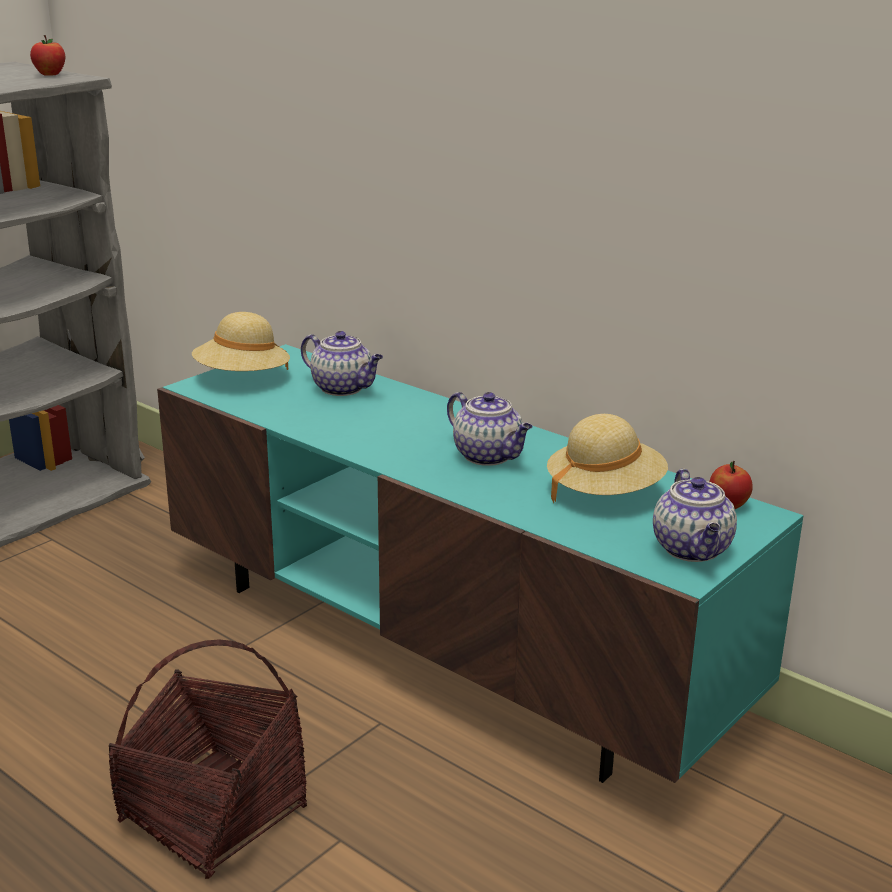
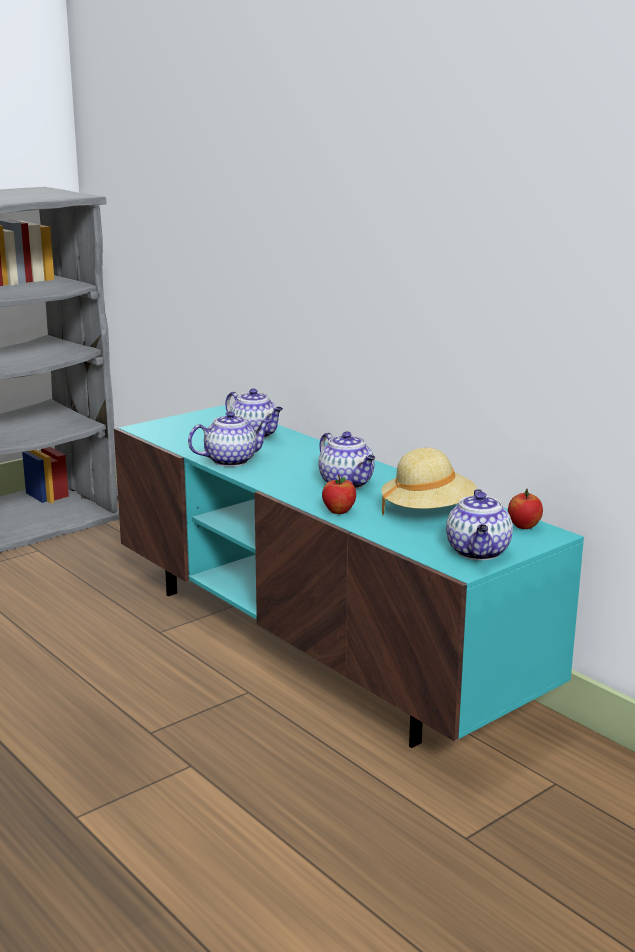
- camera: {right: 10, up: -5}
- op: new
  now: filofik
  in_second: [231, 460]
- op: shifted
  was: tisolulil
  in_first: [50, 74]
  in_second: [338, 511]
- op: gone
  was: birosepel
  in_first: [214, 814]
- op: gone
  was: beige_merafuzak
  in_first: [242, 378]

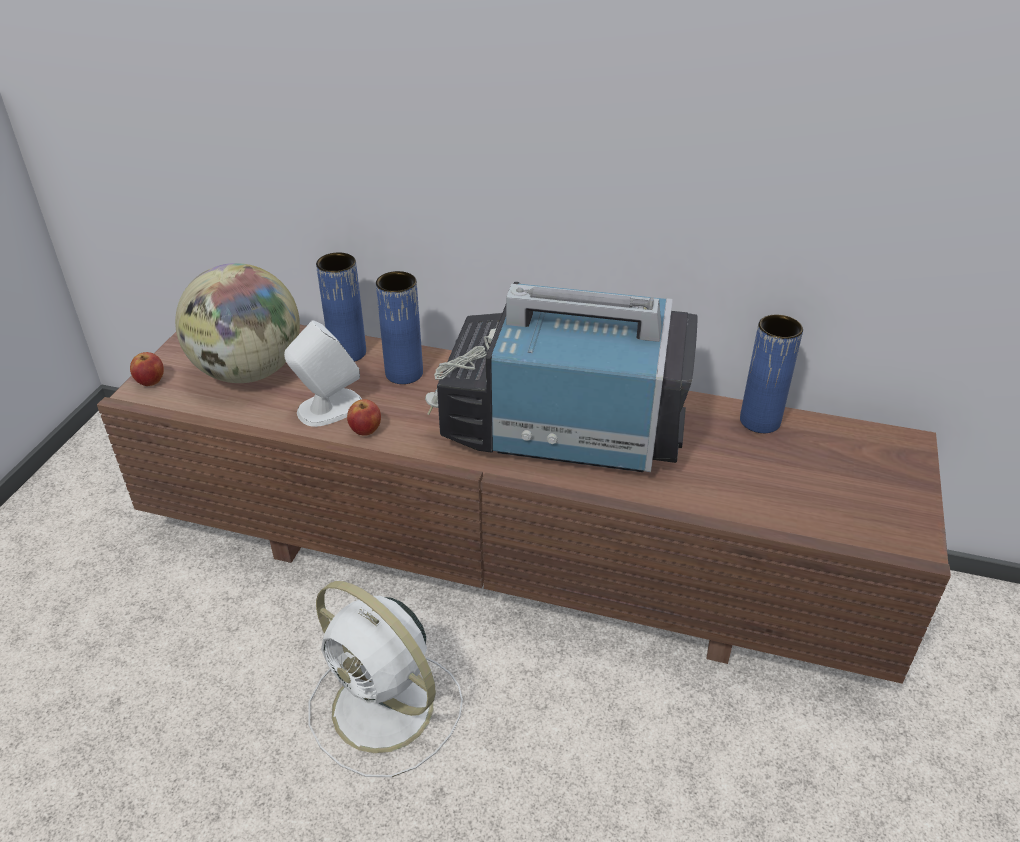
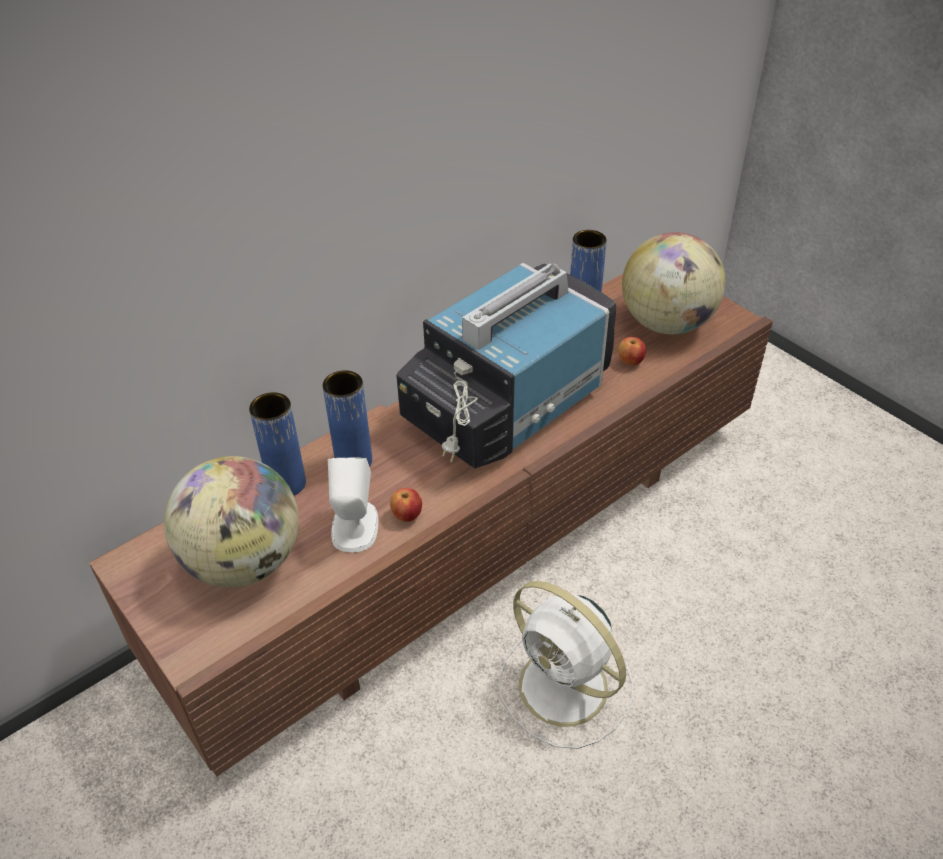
- camera: {right: -55, up: 5}
- op: rotated
  was: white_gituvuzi
  in_first: [386, 710]
  in_second: [566, 689]
  clockwise: 60
- op: shifted
  was: tisolulil
  in_first: [151, 381]
  in_second: [630, 361]
- op: new
  now: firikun
  in_second: [667, 323]

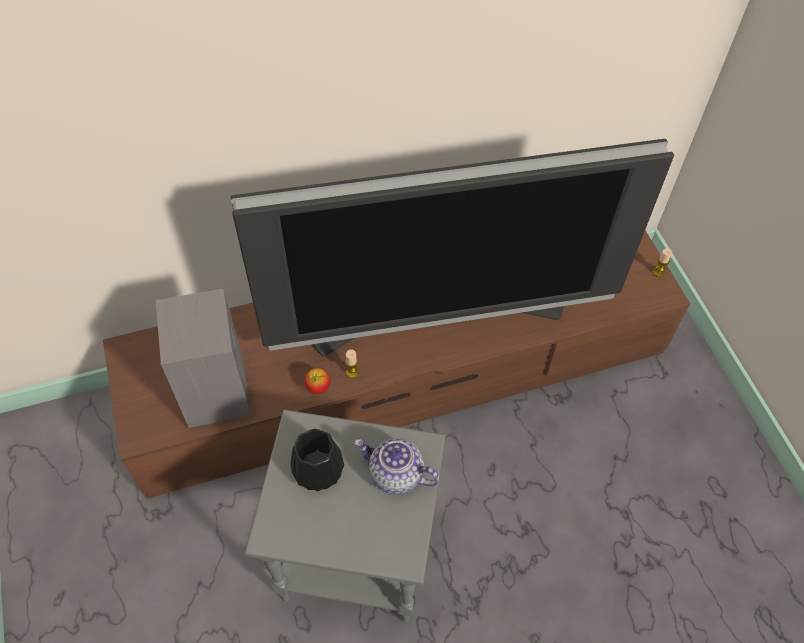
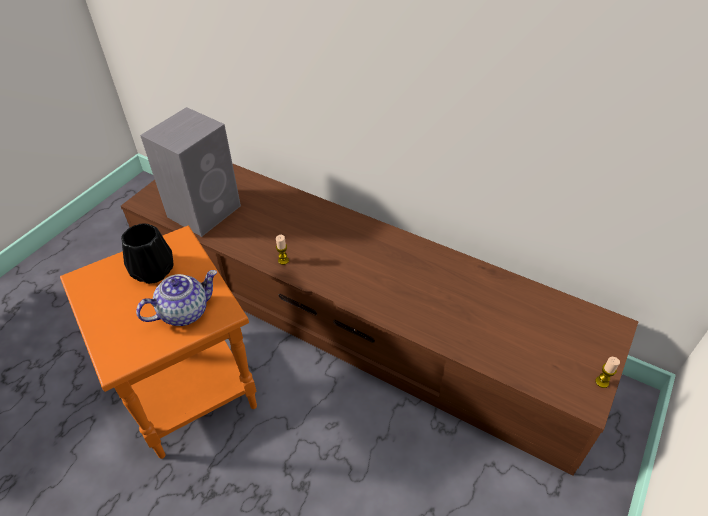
- camera: {right: 50, up: -10}
- op: repainted
  was: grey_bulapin
  now: orange_bulapin
  in_first: [353, 557]
  in_second: [186, 390]
- op: rotated
  was: filofik
  in_first: [395, 475]
  in_second: [184, 311]
  clockwise: 75
- op: gone
  was: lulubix
  in_first: [438, 317]
- op: gone
  was: tisolulil
  in_first: [318, 387]

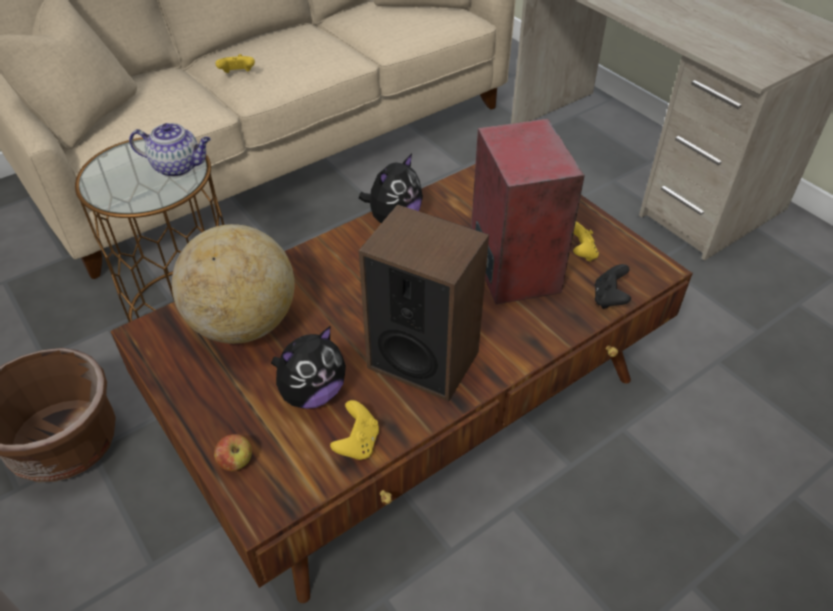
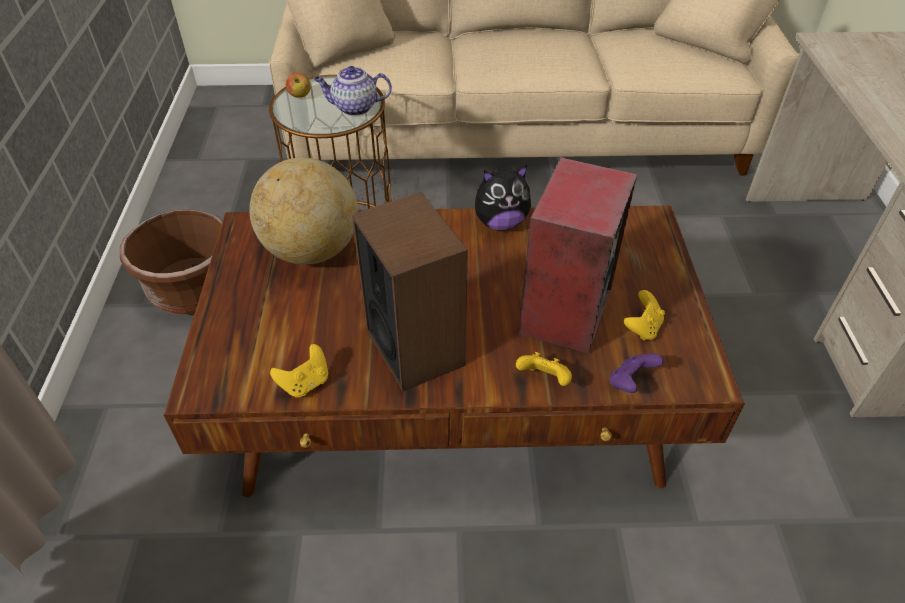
- camera: {right: 35, up: 0}
- op: shifted
  was: tisolulil
  in_first: [236, 462]
  in_second: [300, 95]
- op: rotated
  was: filofik
  in_first: [178, 166]
  in_second: [354, 108]
  clockwise: 135
- op: shifted
  was: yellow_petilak
  in_first: [238, 74]
  in_second: [544, 379]
- op: repainted
  was: black_petilak
  now: purple_petilak
  in_first: [609, 298]
  in_second: [630, 383]
- op: gone
  was: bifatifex
  in_first: [312, 393]

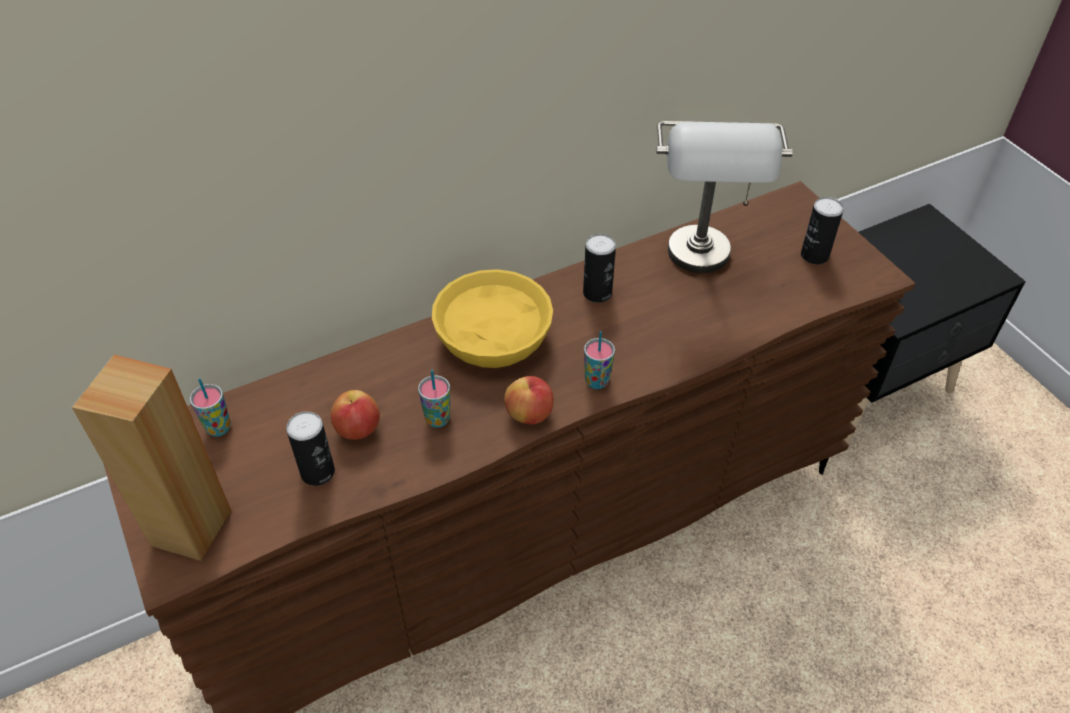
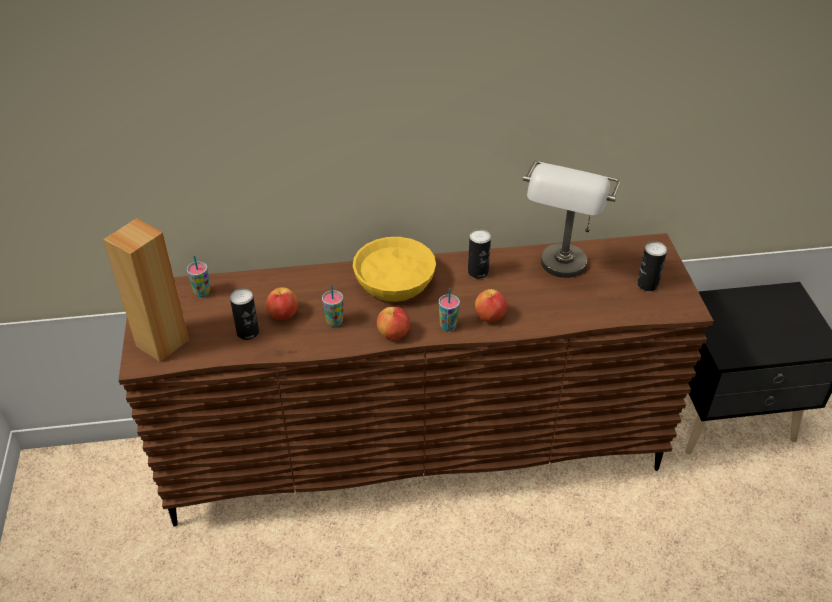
- camera: {right: 20, up: -5}
- op: new
  now: tisolulil
  in_second: [490, 317]

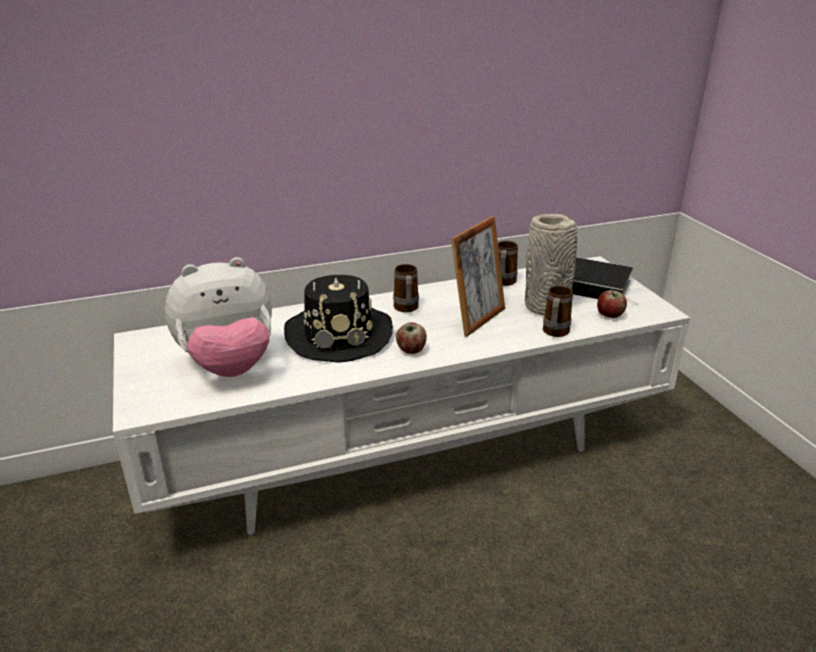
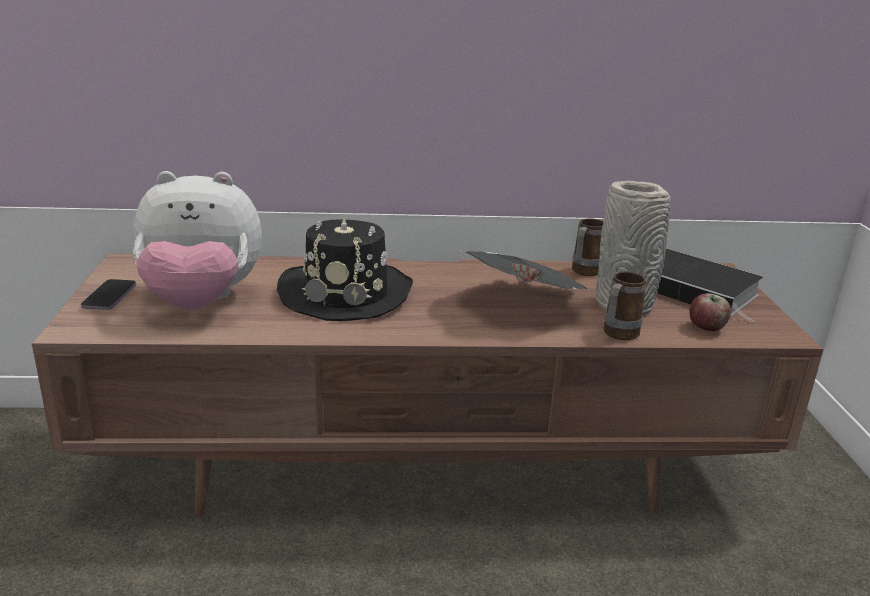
- camera: {right: 15, up: -5}
- op: repainted
  was: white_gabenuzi
  now: brown_gabenuzi
  in_first: [407, 451]
  in_second: [427, 464]
- op: new
  now: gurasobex
  in_second: [109, 297]
- op: swapped
  was: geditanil
  now: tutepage
  in_first: [477, 319]
  in_second: [525, 304]
- op: gone
  was: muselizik
  in_first: [406, 309]
- op: gone
  was: tisolulil
  in_first: [411, 350]

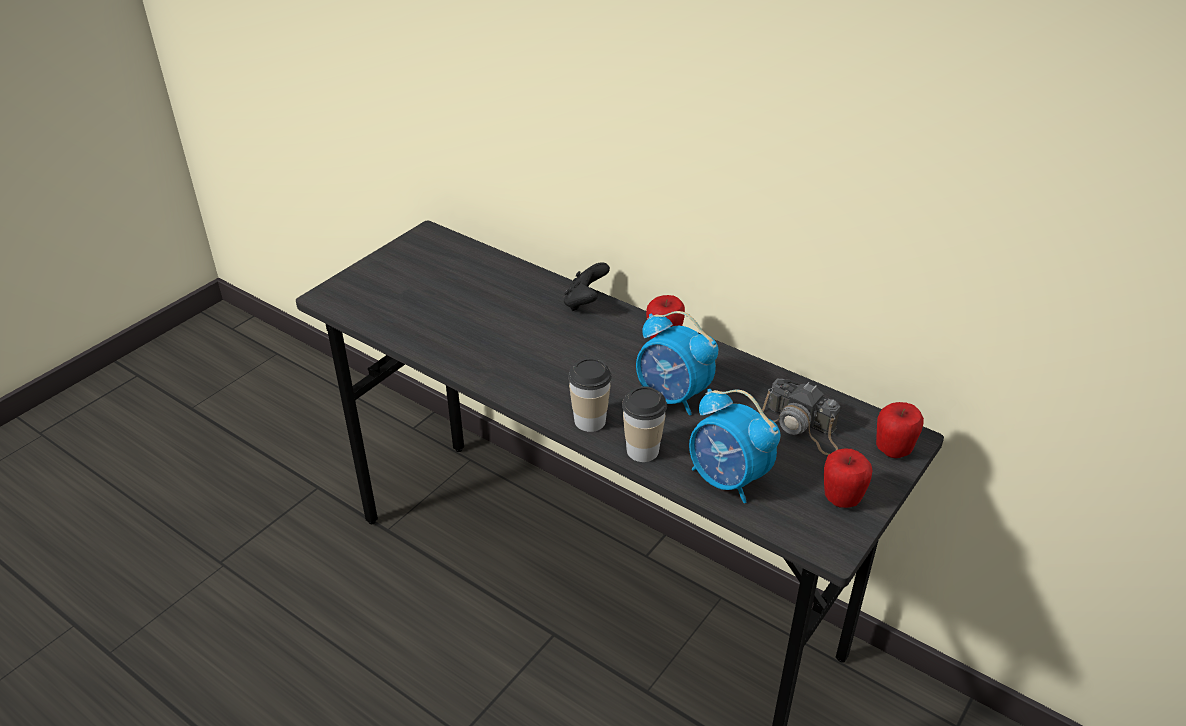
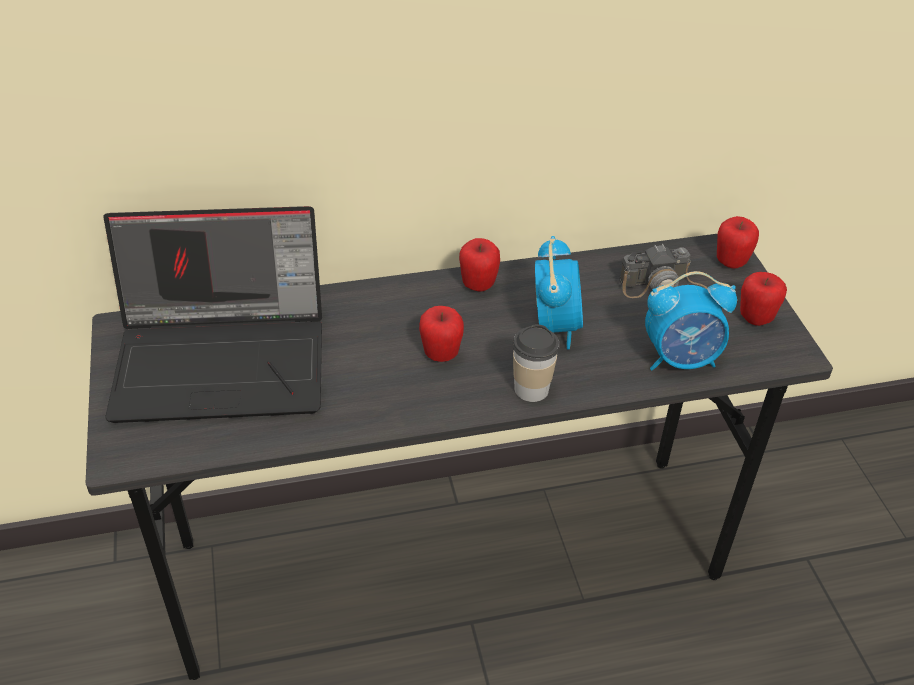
- camera: {right: -50, up: 5}
- op: new
  now: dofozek
  in_second: [225, 359]
- op: new
  now: tisolulil
  in_second: [441, 354]
- op: rotated
  was: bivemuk
  in_first: [672, 397]
  in_second: [555, 326]
  clockwise: -75
- op: gone
  was: black_petilak
  in_first: [585, 302]
- op: gone
  was: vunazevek
  in_first: [642, 450]

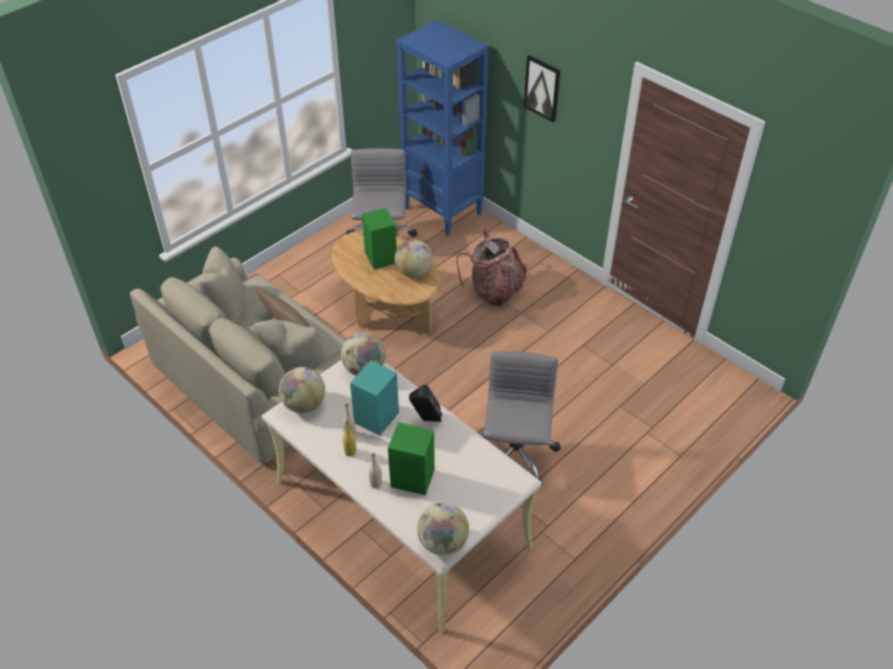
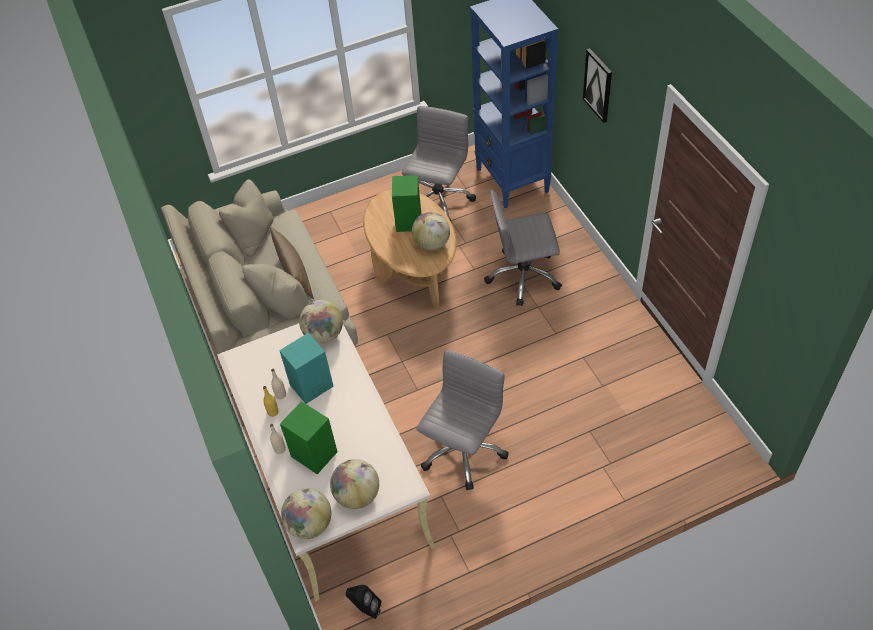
- camera: {right: 25, up: 5}
- op: shifted
  was: firikun
  in_first: [304, 404]
  in_second: [357, 495]
- op: shifted
  was: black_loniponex
  in_first: [426, 419]
  in_second: [365, 609]
- op: swapped
  was: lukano
  now: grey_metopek
  in_first: [494, 290]
  in_second: [523, 276]

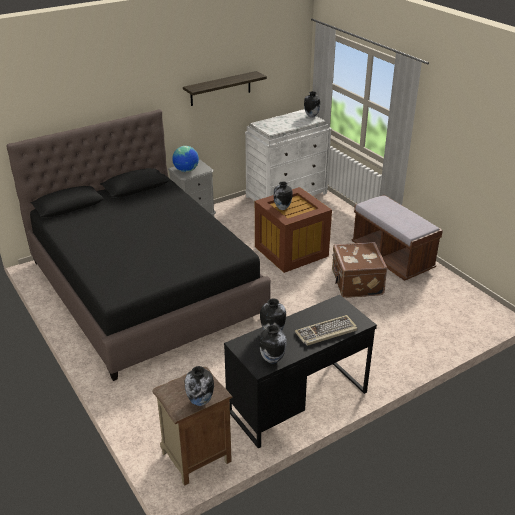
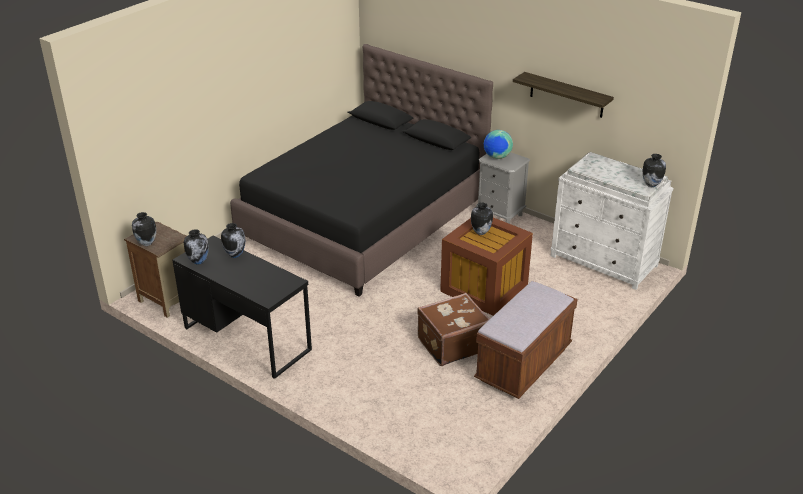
- camera: {right: 70, up: 0}
- op: gone
  was: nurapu
  in_first: [326, 332]

